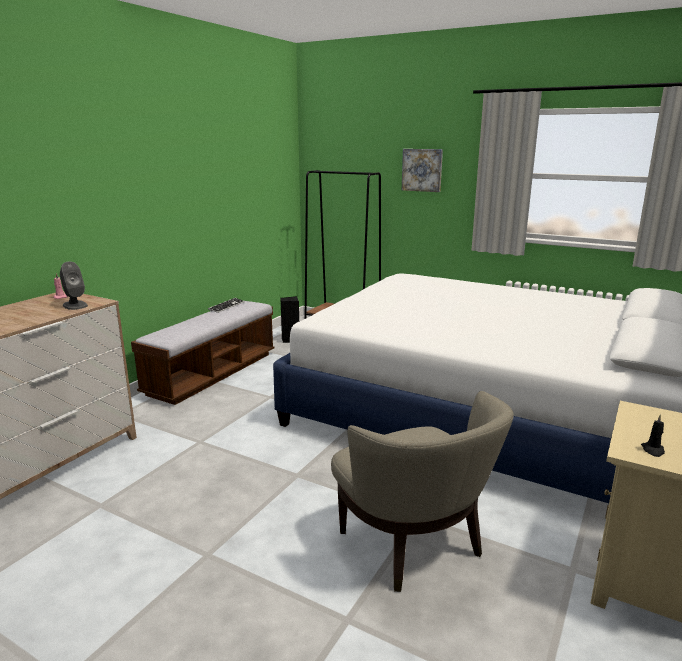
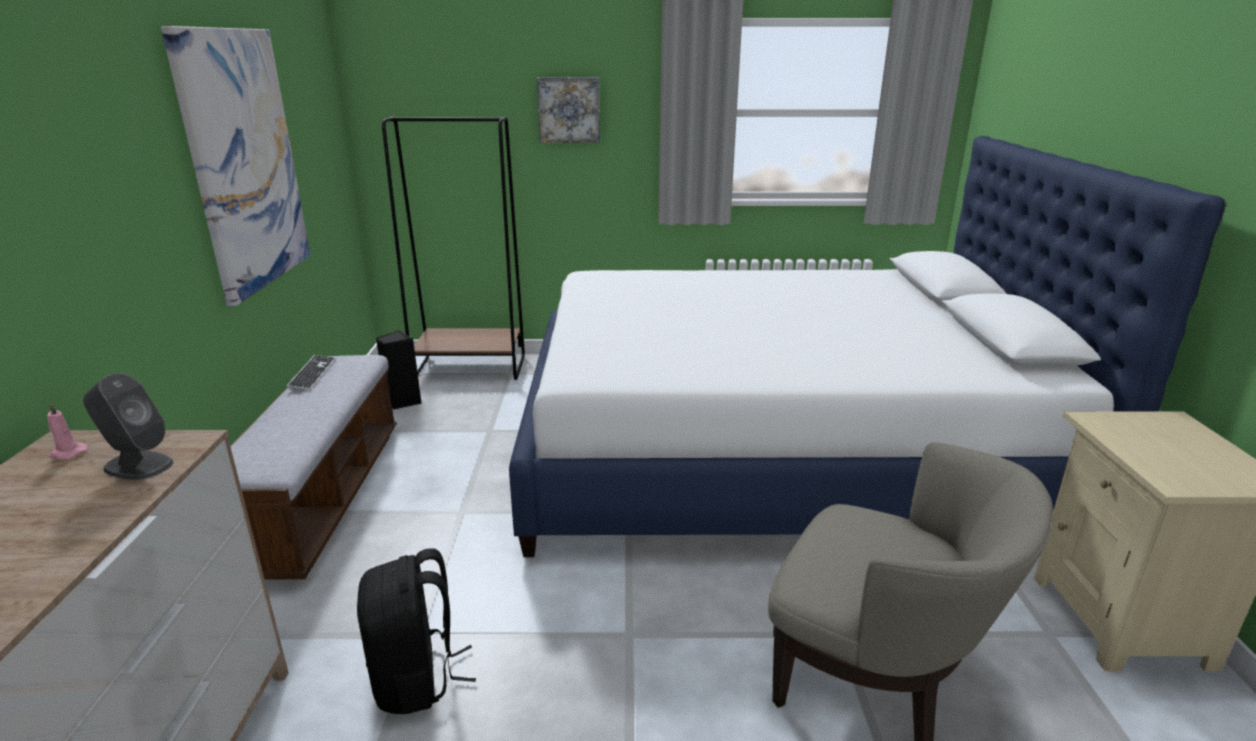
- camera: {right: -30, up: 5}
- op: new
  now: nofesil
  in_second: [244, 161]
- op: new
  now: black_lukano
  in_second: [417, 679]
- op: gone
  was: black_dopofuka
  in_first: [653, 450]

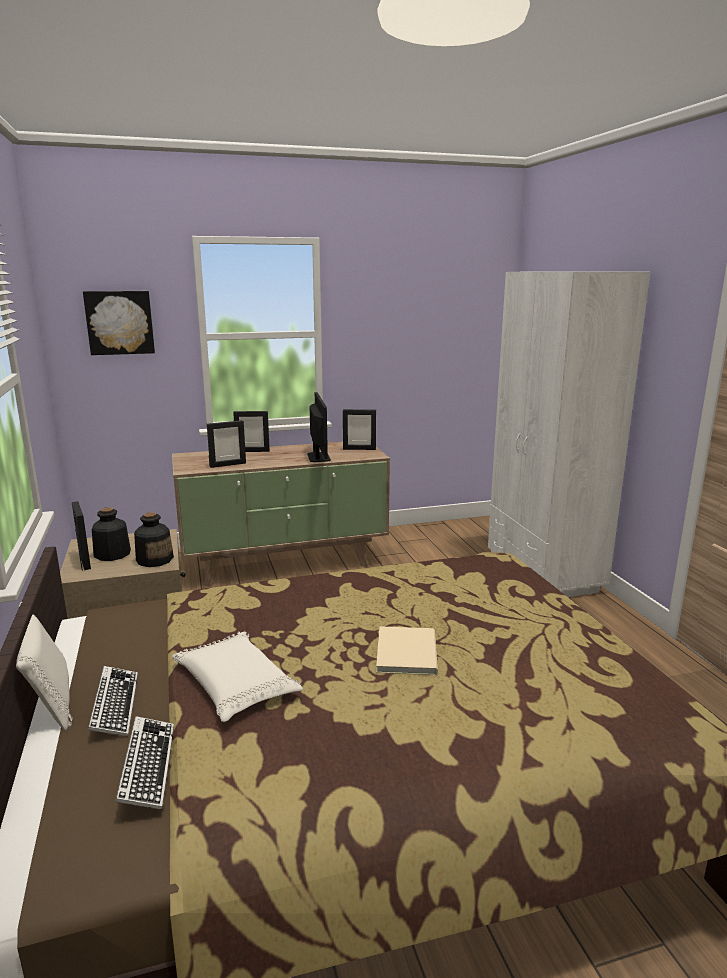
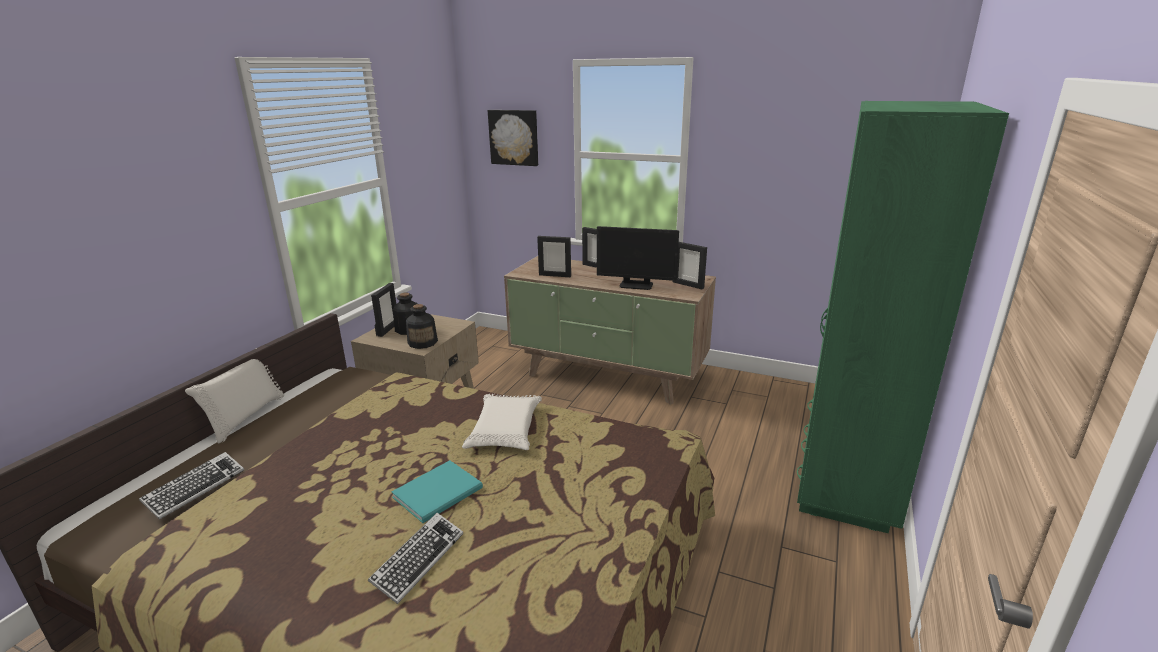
- camera: {right: 40, up: 5}
- op: shifted
  was: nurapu
  in_first: [114, 706]
  in_second: [418, 560]
- op: repainted
  was: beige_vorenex
  now: turquoise_vorenex
  in_first: [408, 651]
  in_second: [441, 492]
- op: shifted
  was: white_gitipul
  in_first: [235, 681]
  in_second: [505, 427]
- op: rotated
  was: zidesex
  in_first: [318, 457]
  in_second: [636, 285]
  clockwise: 75
- op: repainted
  was: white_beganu
  now: green_beganu
  in_first: [543, 574]
  in_second: [846, 483]

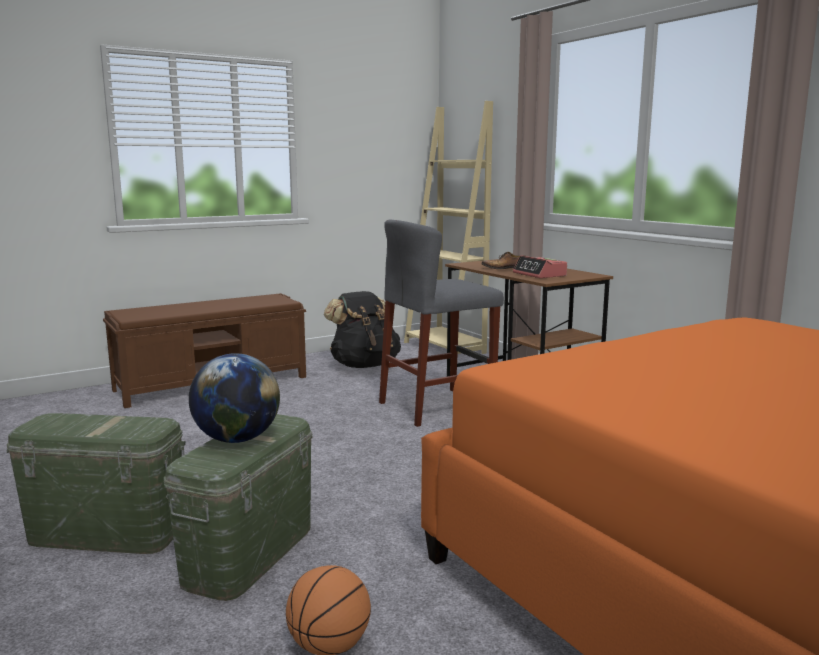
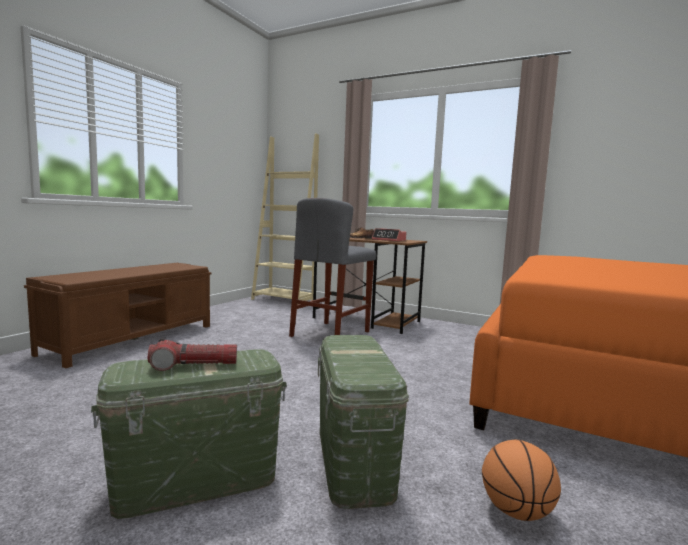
- camera: {right: -30, up: -5}
- op: new
  now: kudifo
  in_second: [194, 365]
- op: gone
  was: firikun
  in_first: [237, 439]
- op: gone
  was: black_lukano
  in_first: [364, 366]

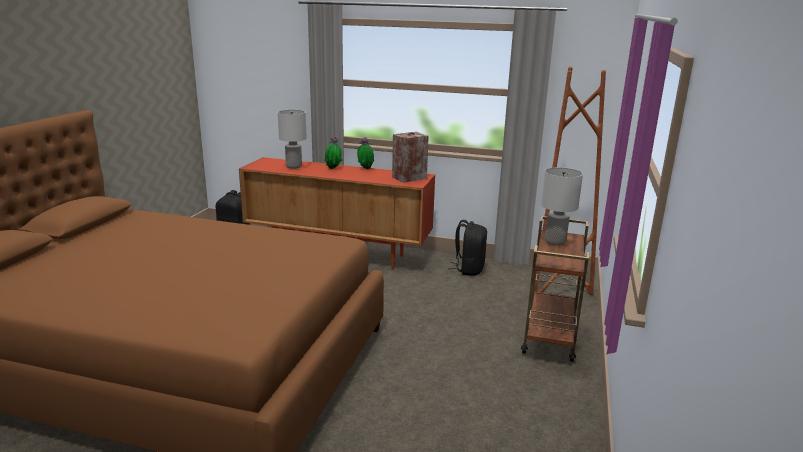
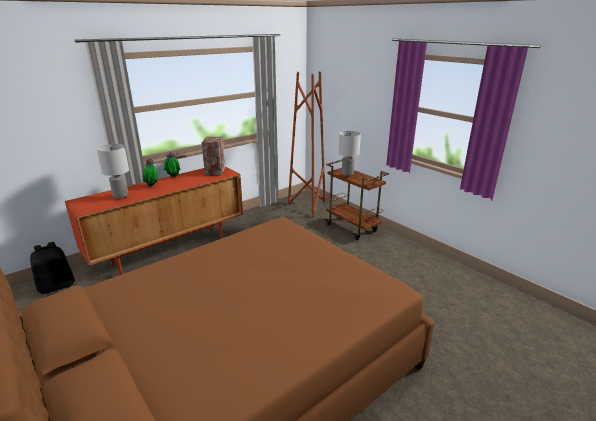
- camera: {right: -55, up: 5}
- op: gone
  was: black_lukano
  in_first: [468, 269]

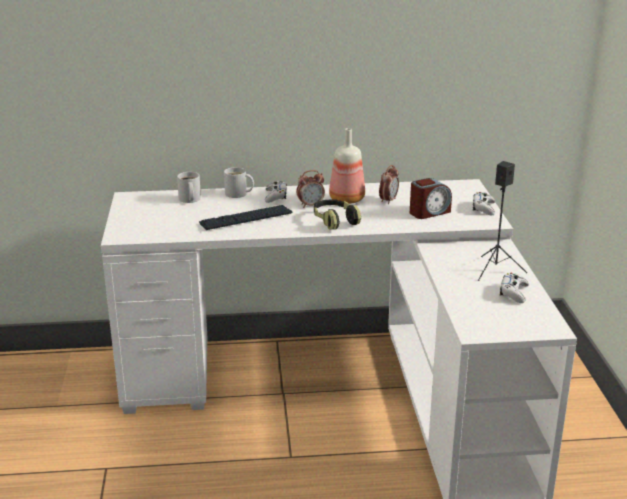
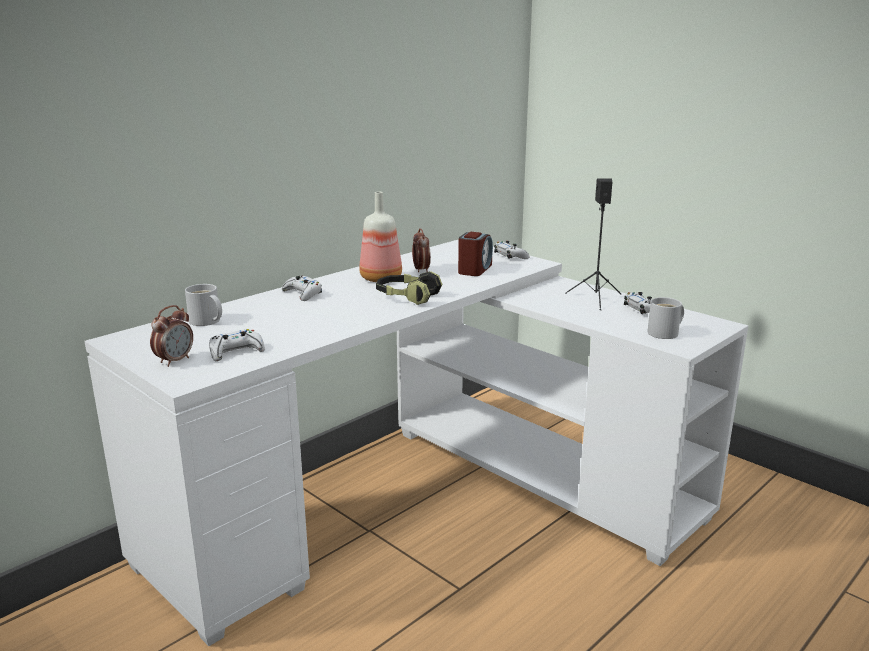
- camera: {right: -40, up: -5}
- op: shifted
  was: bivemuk
  in_first: [310, 205]
  in_second: [175, 361]
- op: new
  now: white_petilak
  in_second: [236, 352]
- op: shifted
  was: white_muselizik
  in_first: [238, 194]
  in_second: [665, 333]
- op: gone
  was: nurapu
  in_first: [246, 219]

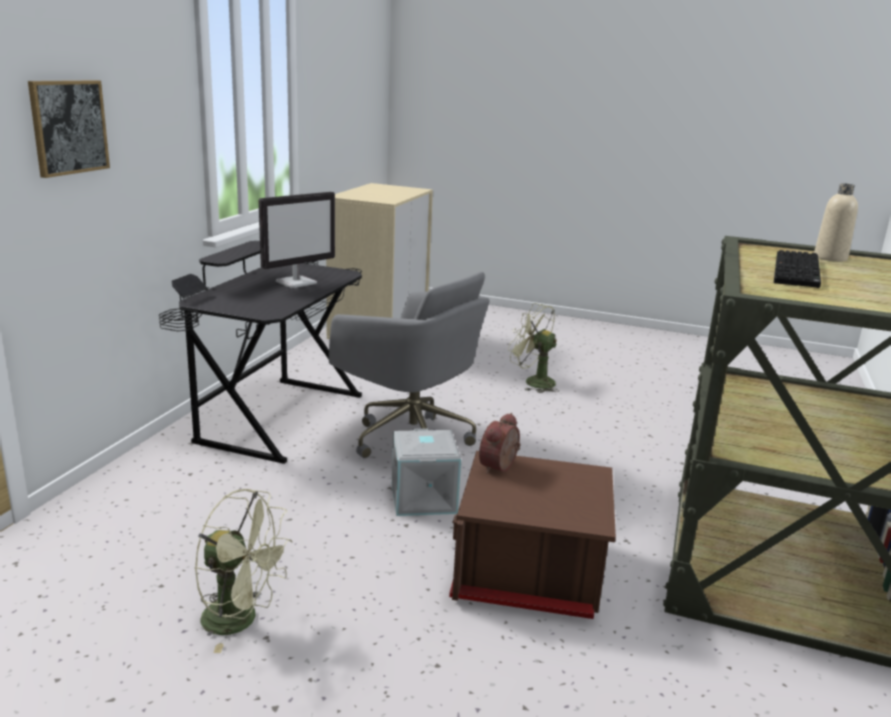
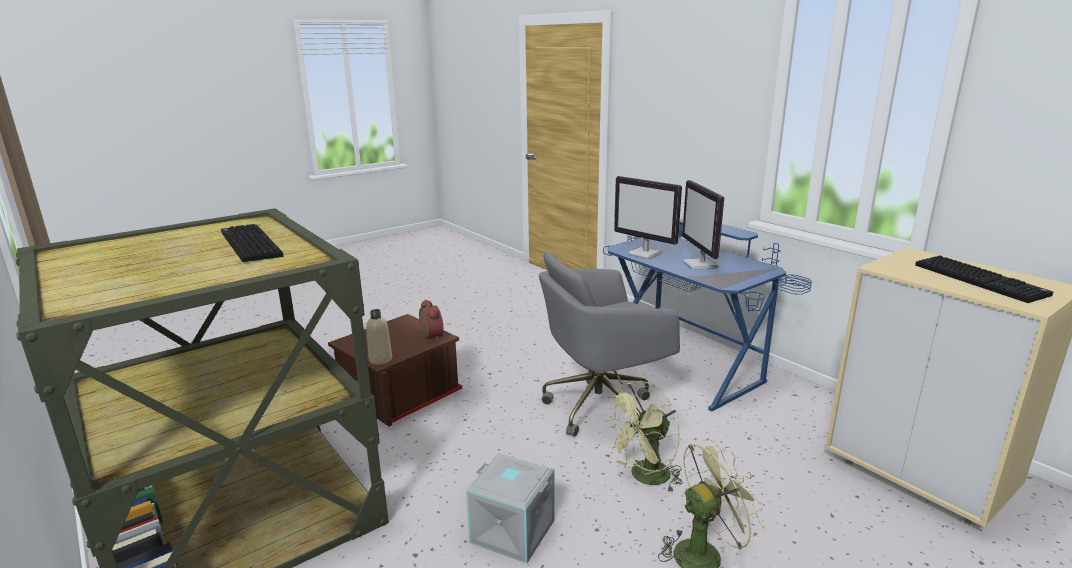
- camera: {right: 125, up: 0}
- op: shifted
  was: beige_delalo
  in_first: [830, 258]
  in_second: [380, 359]
- op: shifted
  was: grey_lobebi
  in_first: [425, 498]
  in_second: [511, 532]
- op: repainted
  was: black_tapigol
  now: blue_tapigol
  in_first: [277, 416]
  in_second: [685, 366]
- op: shifted
  was: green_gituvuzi
  in_first: [241, 620]
  in_second: [644, 478]
- op: new
  now: zidesex
  in_second: [645, 254]
- op: new
  now: nurapu
  in_second: [981, 280]
- op: gone
  was: nofesil
  in_first: [69, 127]

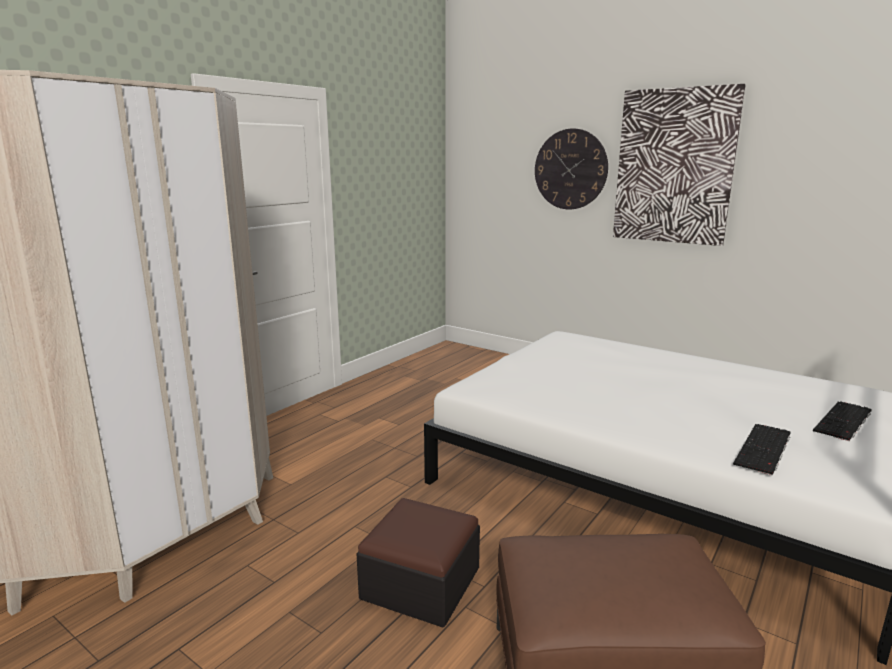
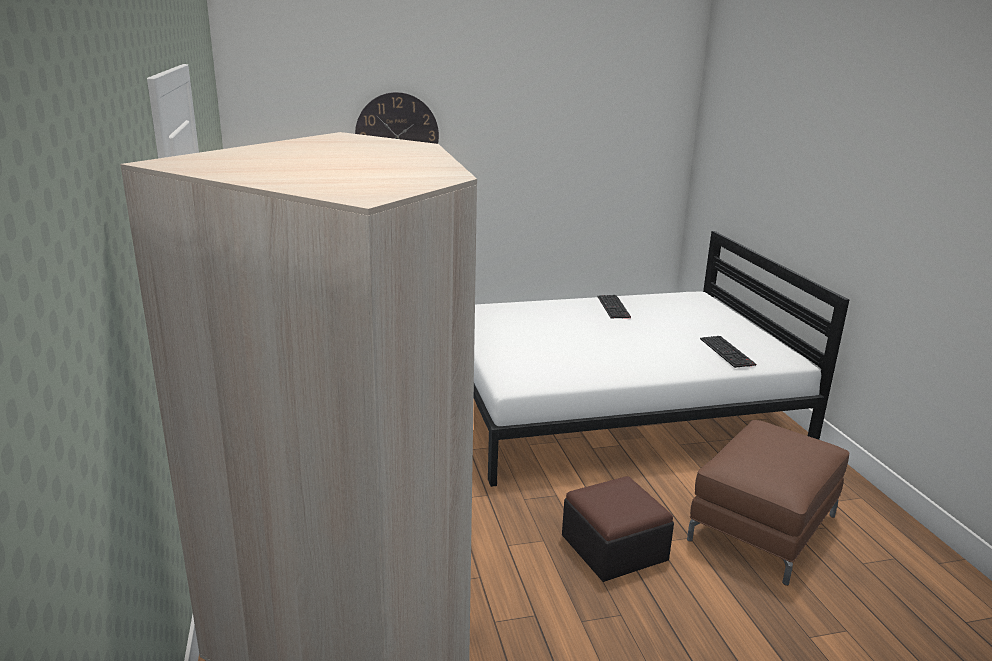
- camera: {right: -50, up: 5}
- op: shifted
  was: nurapu
  in_first: [844, 421]
  in_second: [614, 307]
- op: gone
  was: nofesil
  in_first: [674, 167]

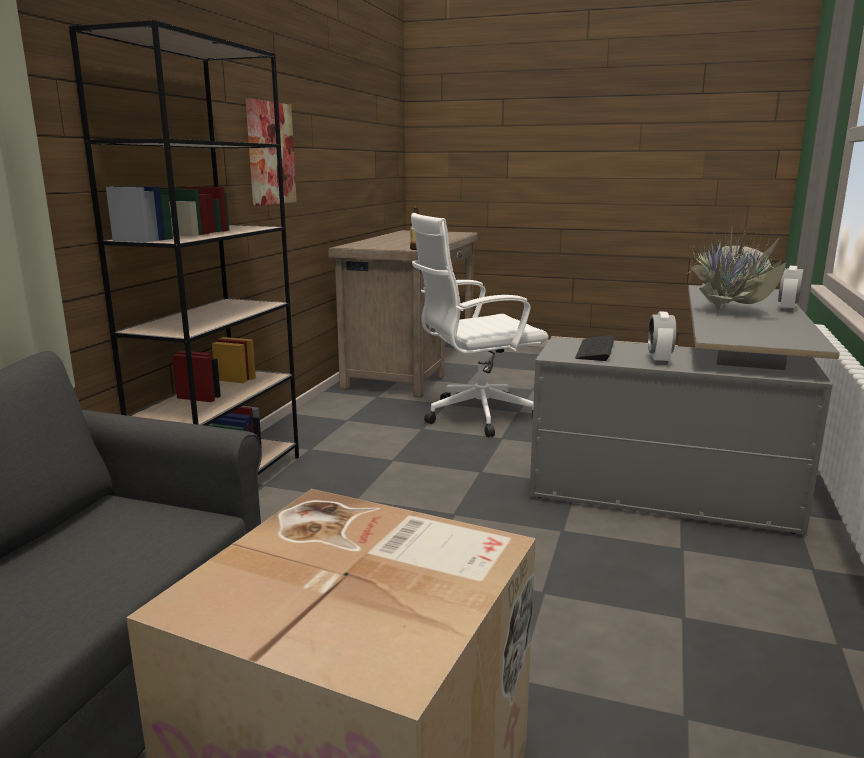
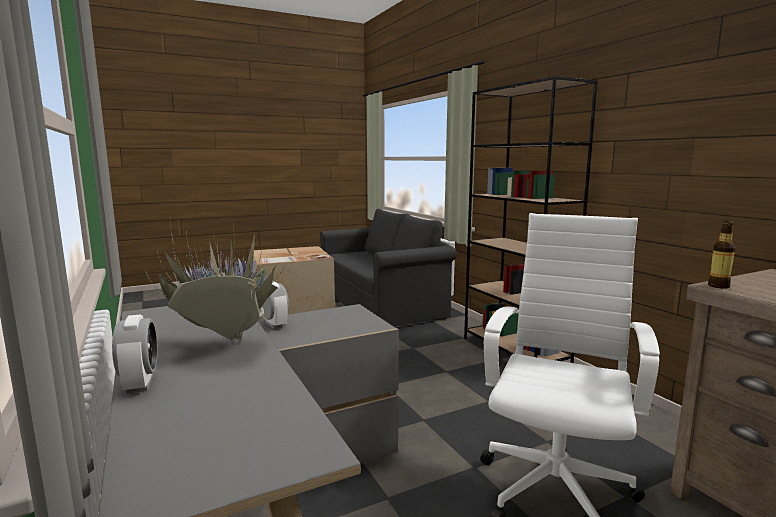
- camera: {right: 135, up: -5}
- op: gone
  was: nofesil
  in_first: [270, 153]
- op: gone
  was: nurapu
  in_first: [595, 350]

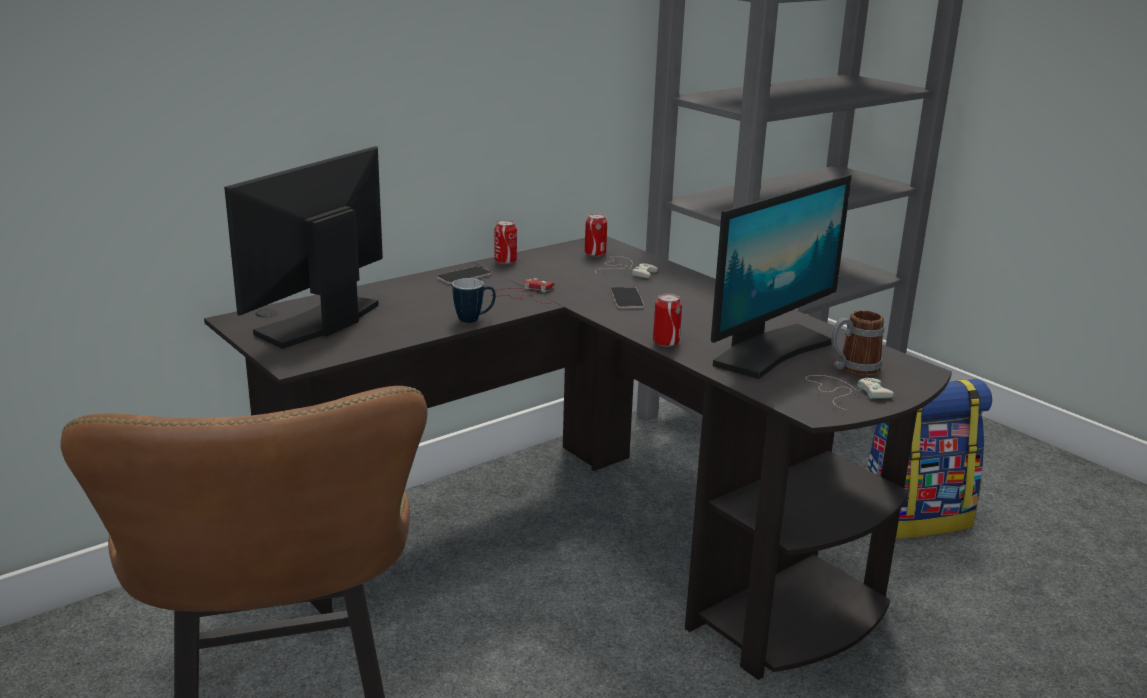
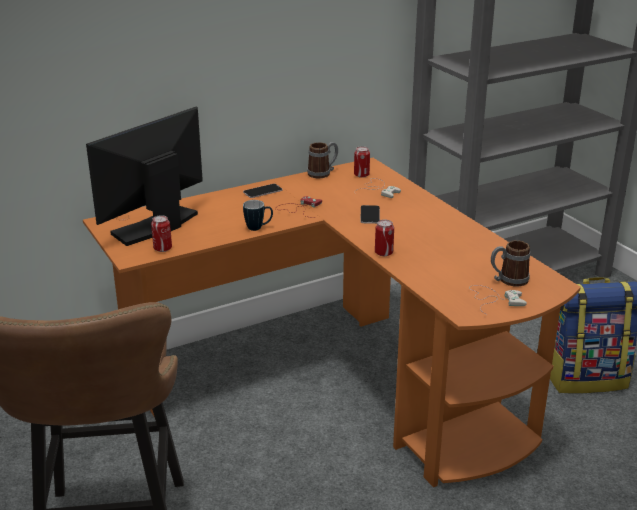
- camera: {right: 10, up: 5}
- op: repainted
  was: black_tapigol
  now: orange_tapigol
  in_first: [578, 542]
  in_second: [335, 379]
- op: shifted
  was: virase
  in_first: [505, 261]
  in_second: [162, 248]
- op: new
  now: muselizik
  in_second: [323, 173]
- op: gone
  was: zidesex
  in_first: [769, 351]

